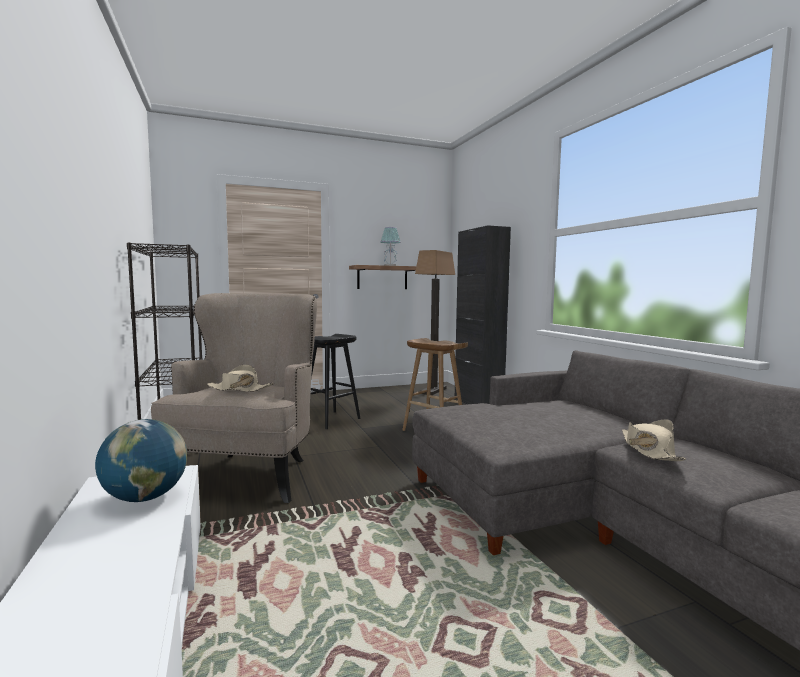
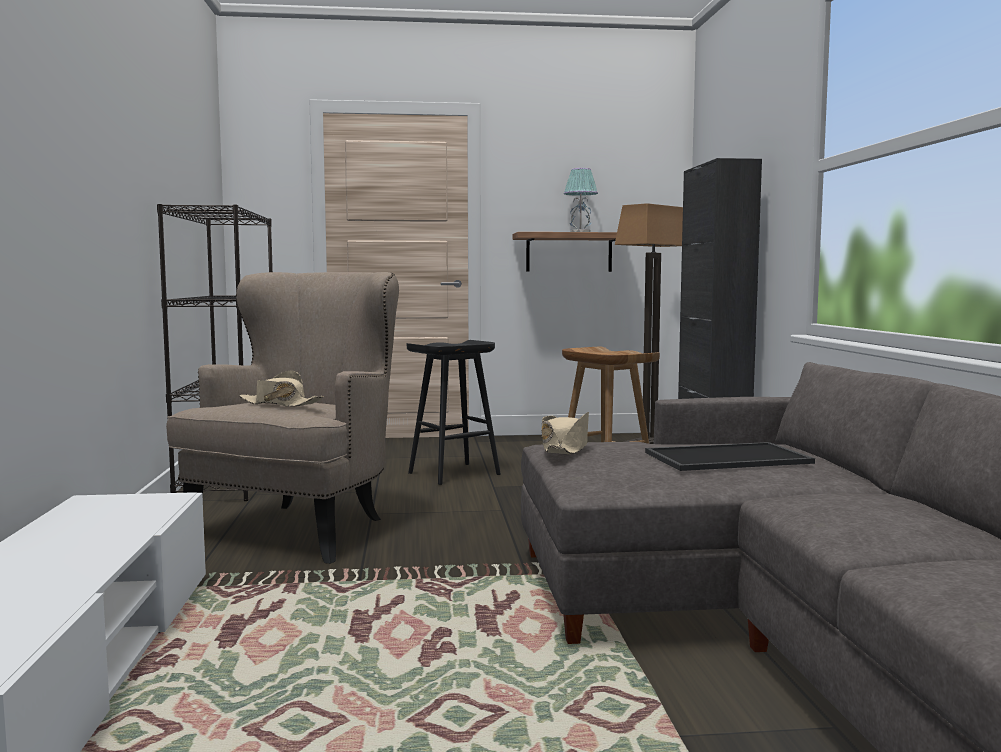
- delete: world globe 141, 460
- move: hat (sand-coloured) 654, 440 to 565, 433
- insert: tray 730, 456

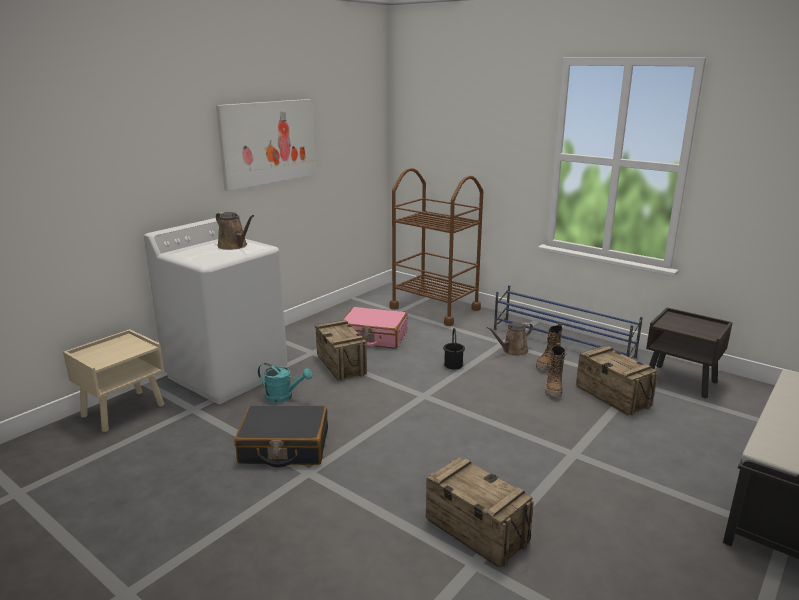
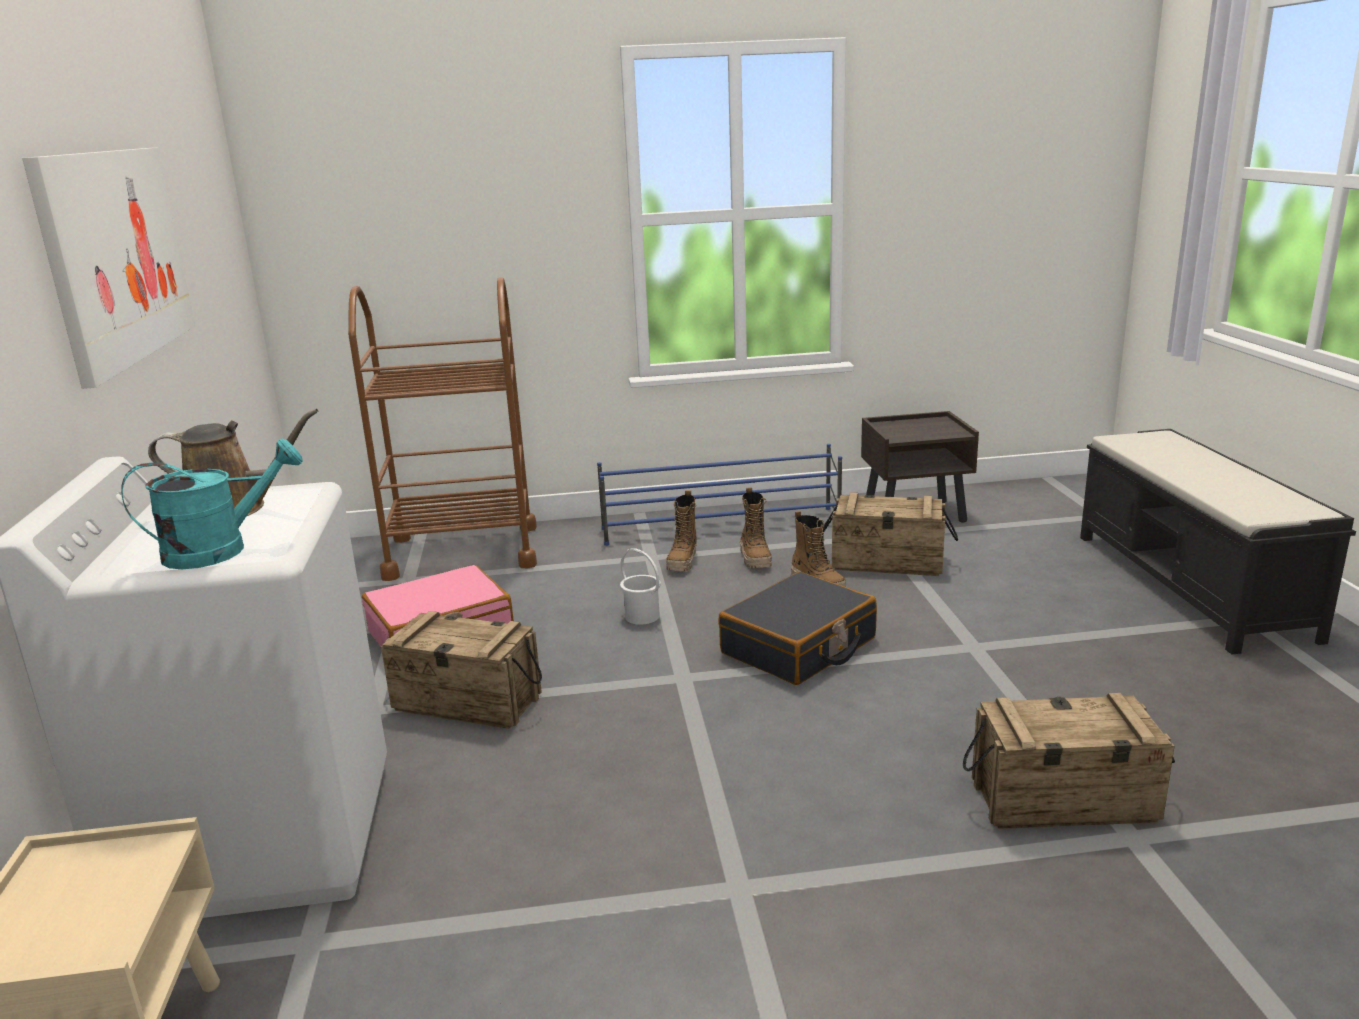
- move: piece of luggage (black) 281, 436 to 797, 628
- move: watering can (turquoise-coloured) 285, 383 to 212, 504
- recolor: water bucket (black) 454, 348 to water bucket (whitish) 640, 586
- replace: watering can (brown-coloured) 510, 338 to tall boot 681, 530

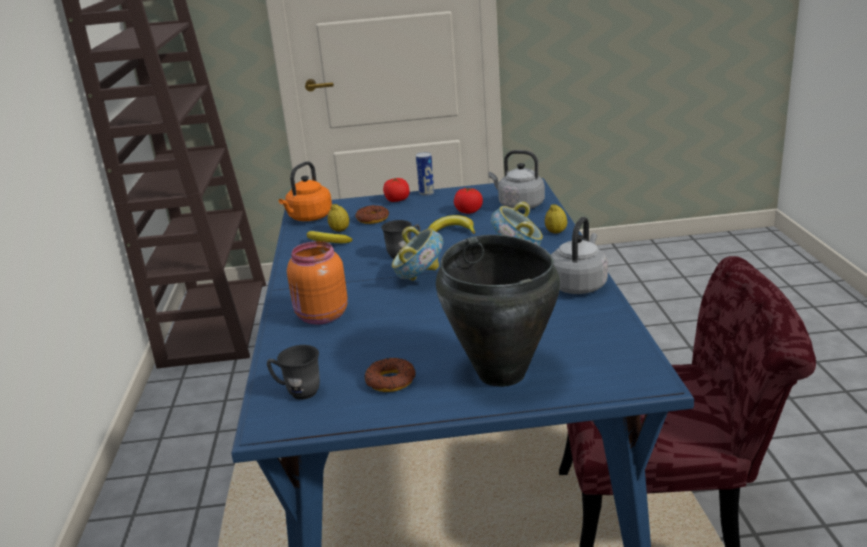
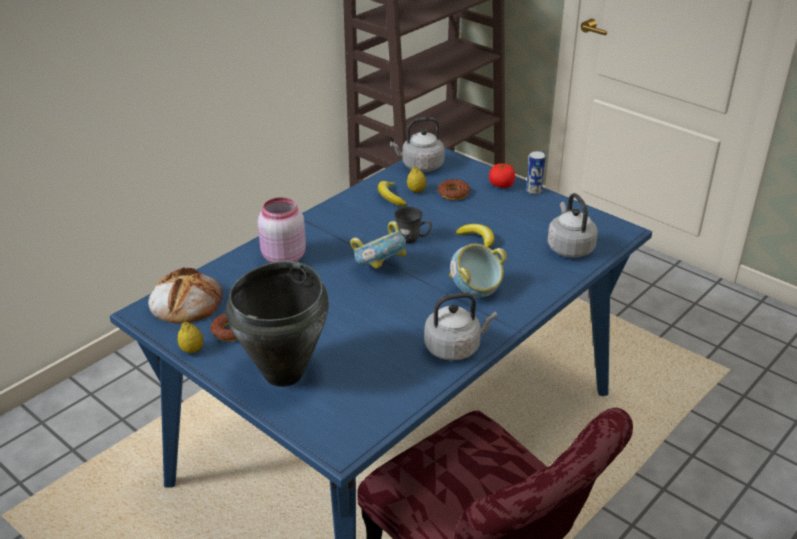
- replace: coffee mug (greyish) 293, 372 to bakery bread 185, 295
- recolor: kettle (orange-coloured) 305, 191 to kettle (greyish) 417, 144
- recolor: preserve jar (orange-coloured) 317, 282 to preserve jar (pinkish) 282, 230
- delete: whole tomato 468, 201
- move: lemon 556, 219 to 190, 337

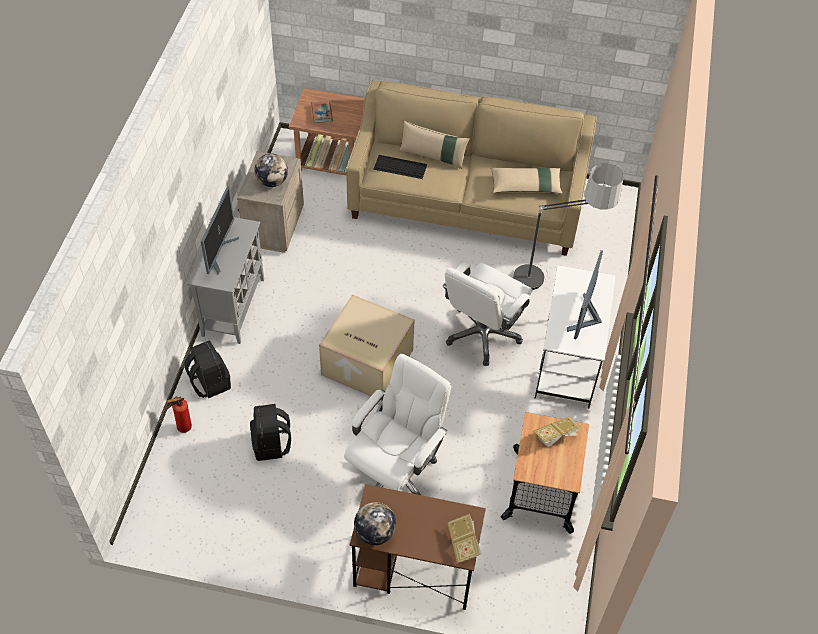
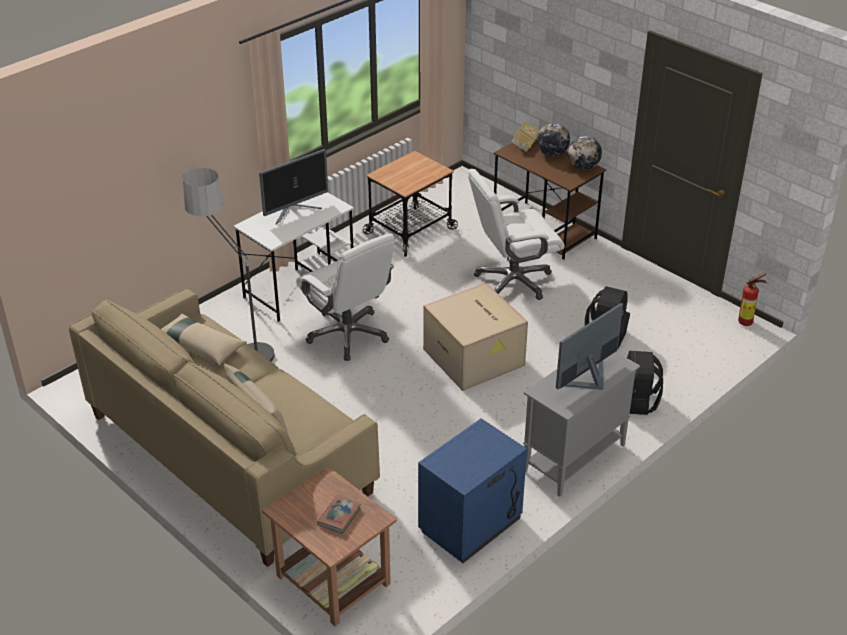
- move: fire-fighting cylinder 178, 414 to 752, 299
- recolor: bedside table (sand-coloured) 270, 202 to bedside table (bluish) 472, 490
- move: world globe 271, 170 to 553, 140
- delete: PC keyboard 400, 167
- rotate: computer chair (whitish) 488, 314 = 345, 297 75 degrees clockwise
- delete: volume 557, 432

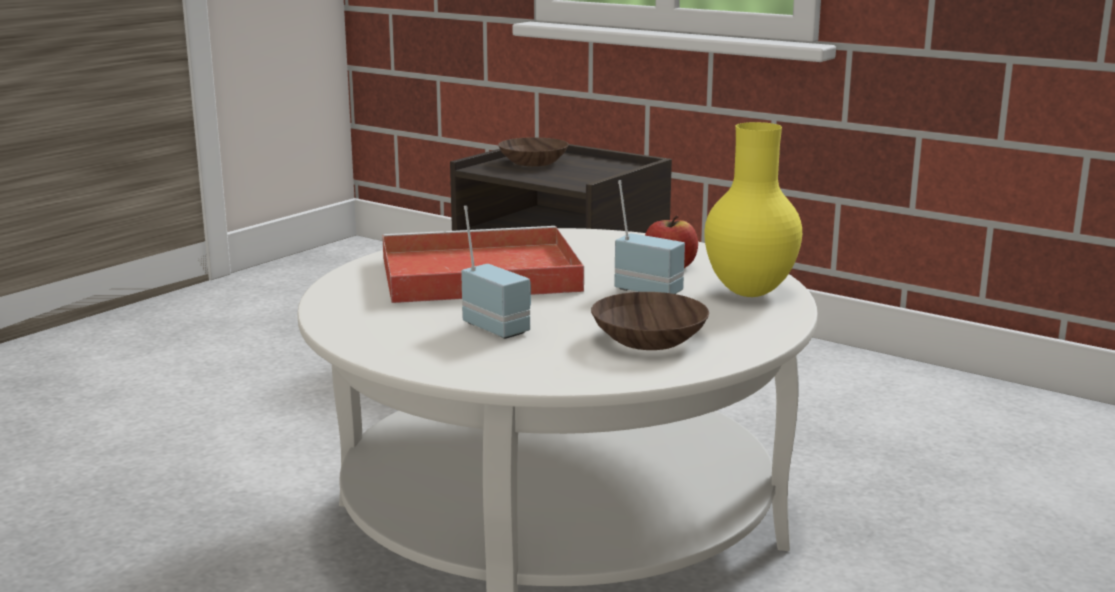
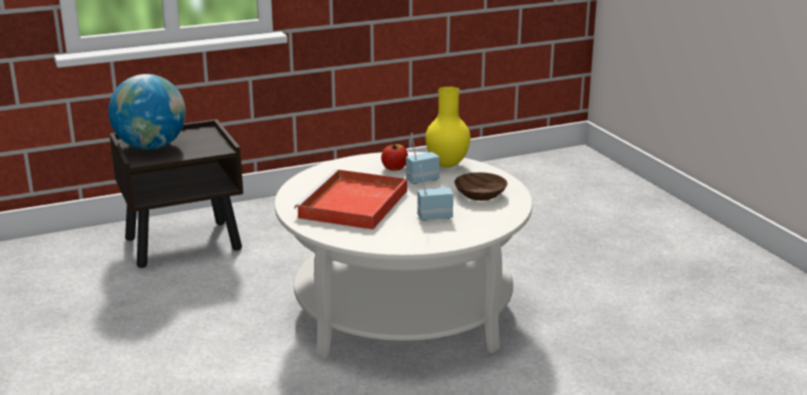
- replace: bowl (brown-coloured) 533, 151 to world globe 147, 112

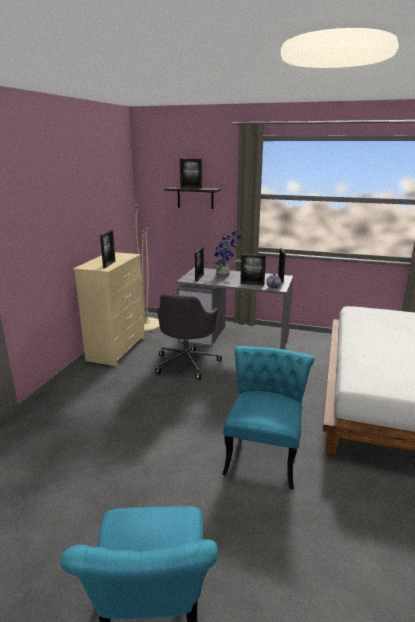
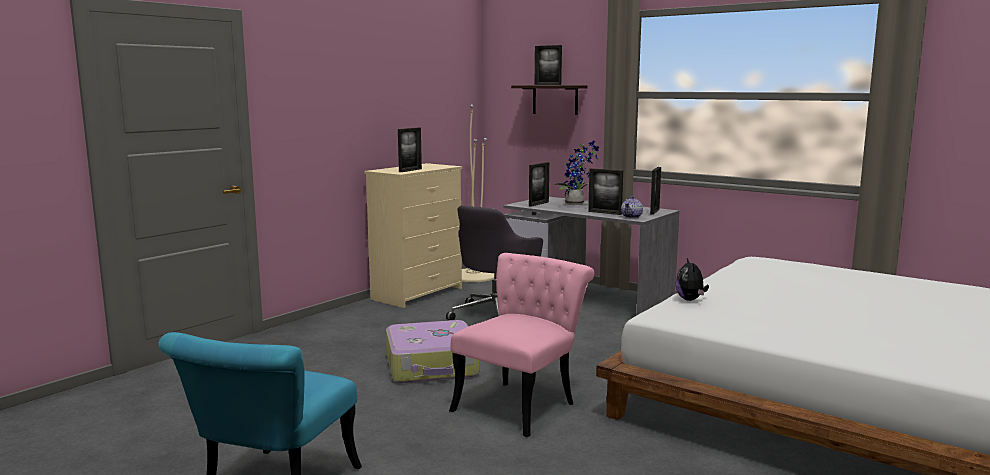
- recolor: chair (turquoise-coloured) 268, 417 to chair (pinkish) 522, 345
- insert: piece of luggage 433, 351
- insert: soft toy 692, 279

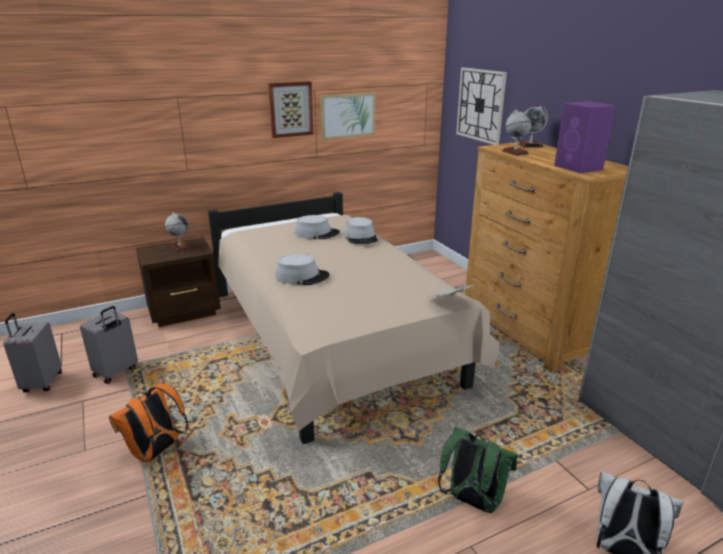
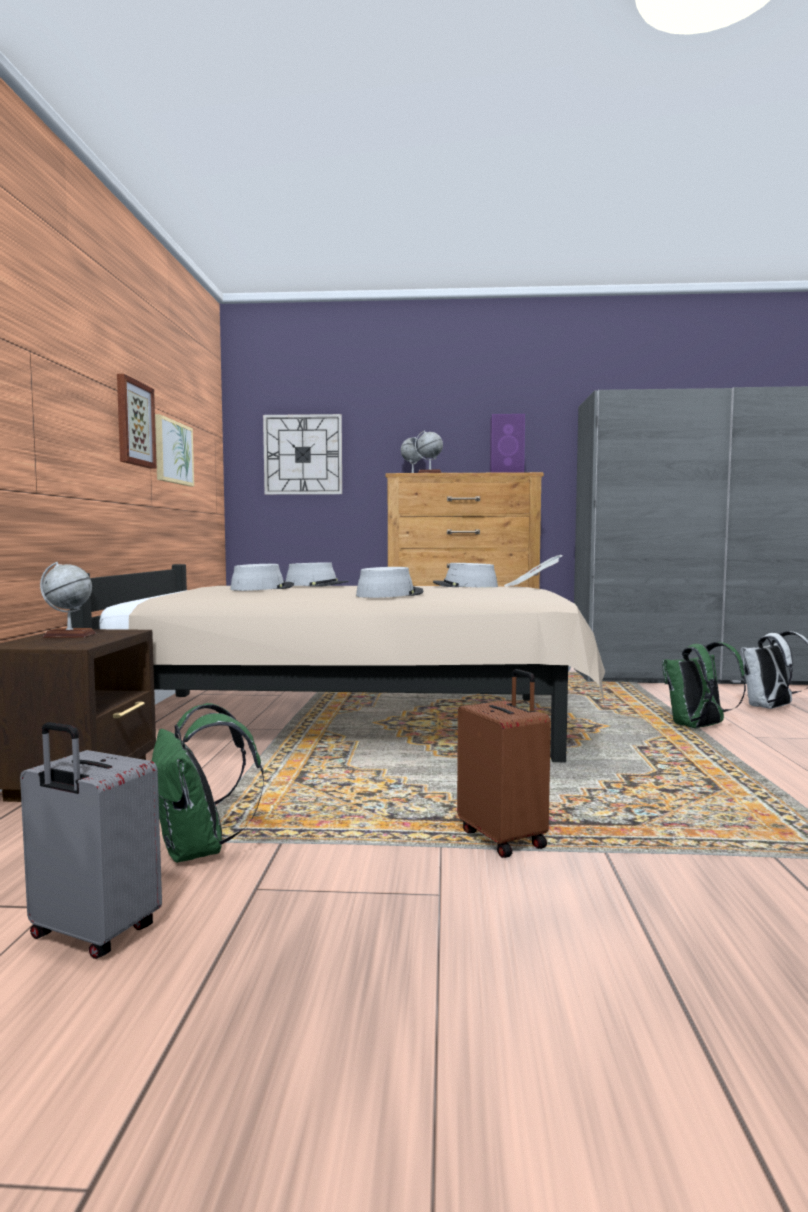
- replace: piece of luggage (greyish) 109, 345 to backpack (greenish) 208, 783
- replace: backpack (orange-coloured) 148, 422 to piece of luggage (brown-coloured) 504, 763
- insert: hat (greyish) 465, 575

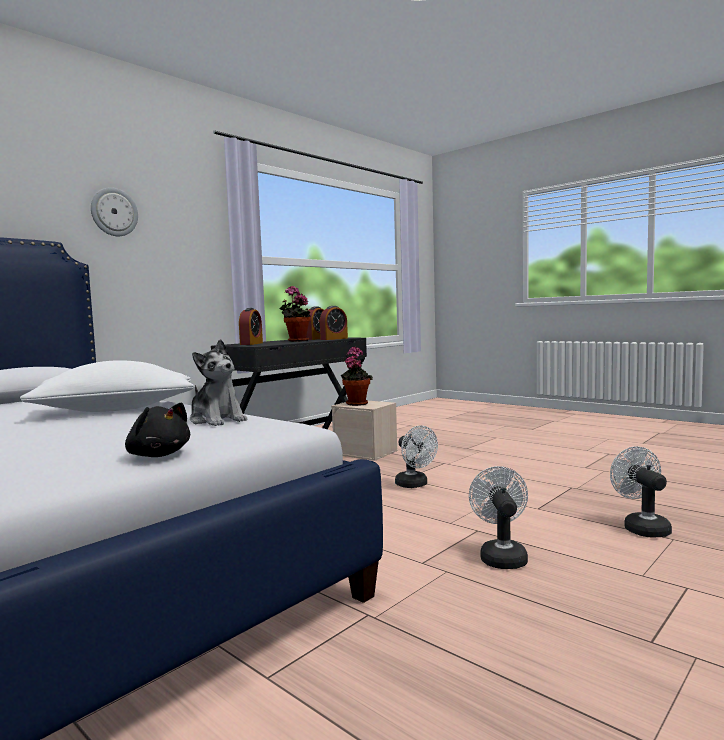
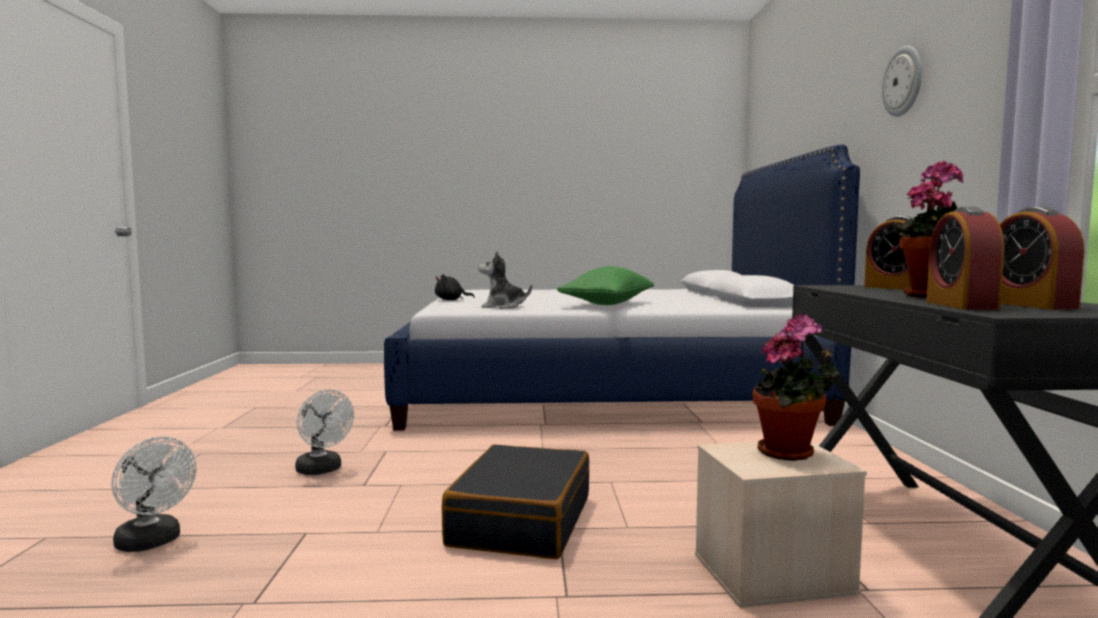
- recolor: cushion (whitish) 107, 386 to cushion (greenish) 605, 285
- replace: cooling fan (whitish) 416, 457 to piece of luggage (black) 515, 501

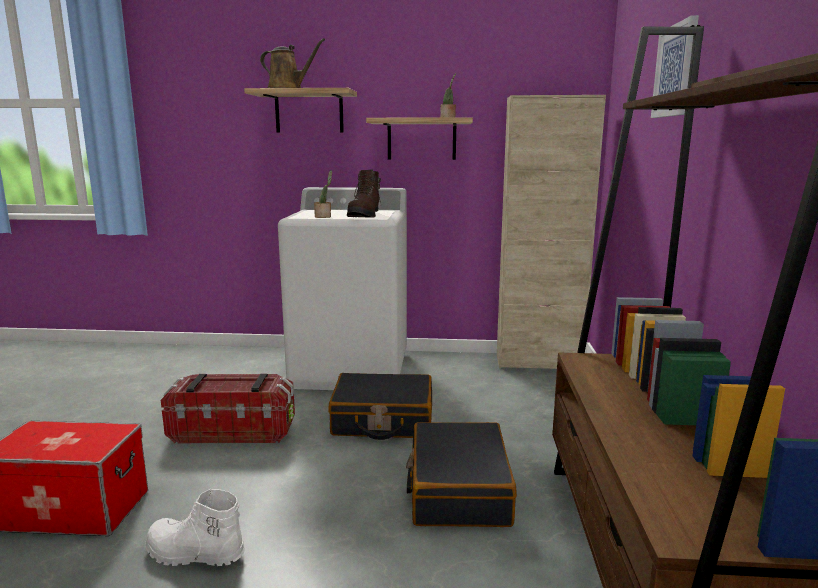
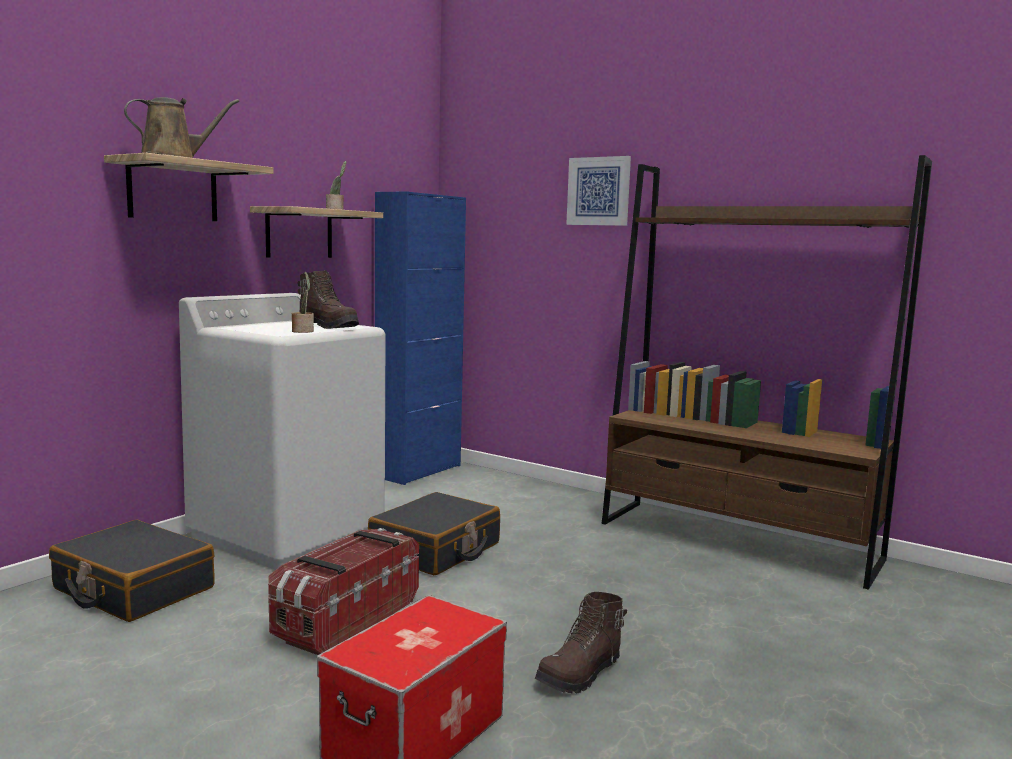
- recolor: tall boot (whitish) 195, 527 to tall boot (brown-coloured) 581, 642
- move: piece of luggage (black) 461, 474 to 132, 571
- recolor: cupboard (sand-coloured) 551, 232 to cupboard (bluish) 420, 338

